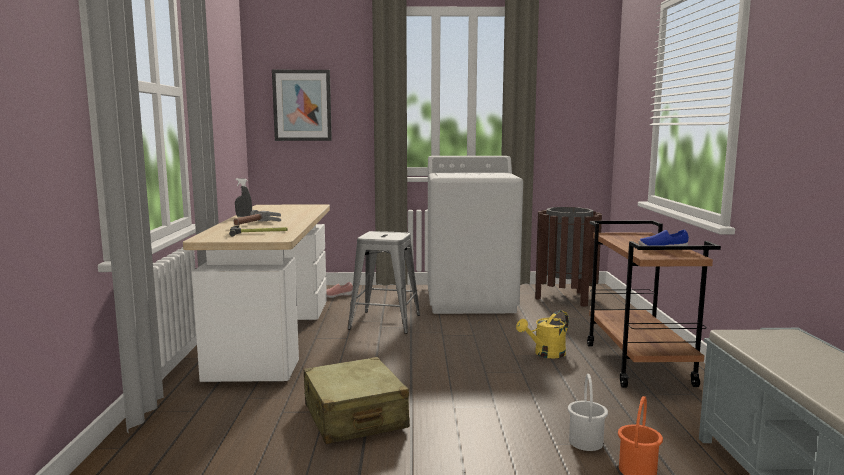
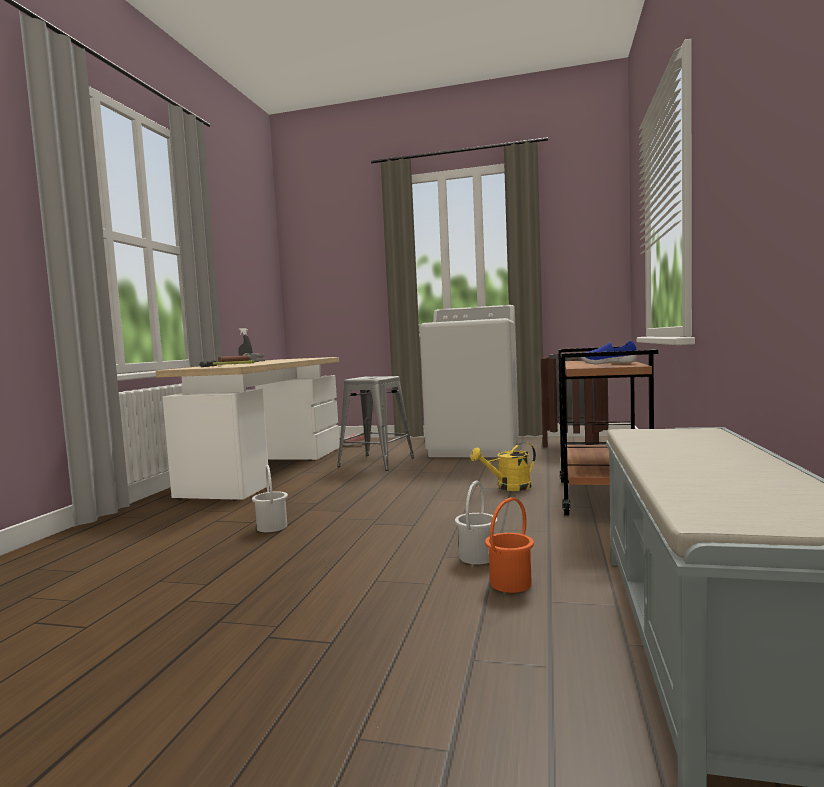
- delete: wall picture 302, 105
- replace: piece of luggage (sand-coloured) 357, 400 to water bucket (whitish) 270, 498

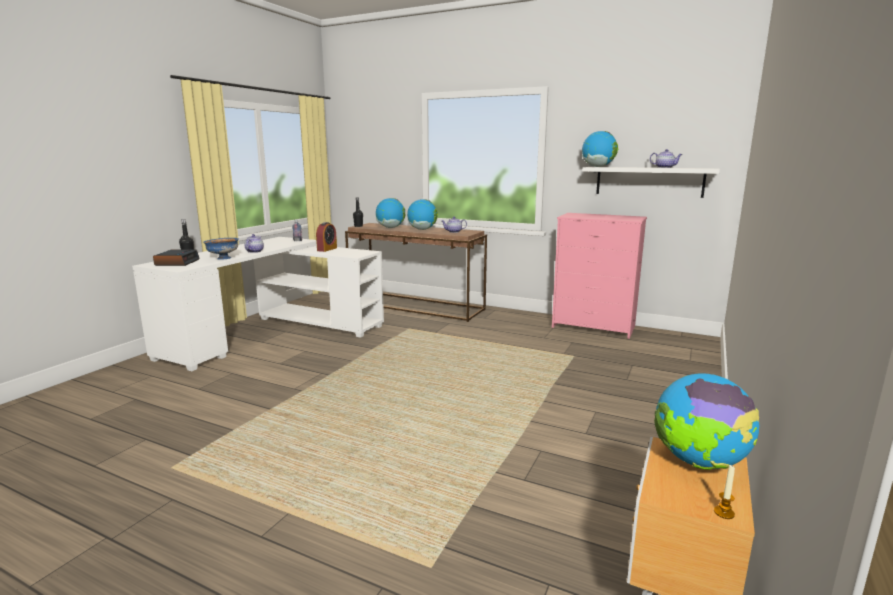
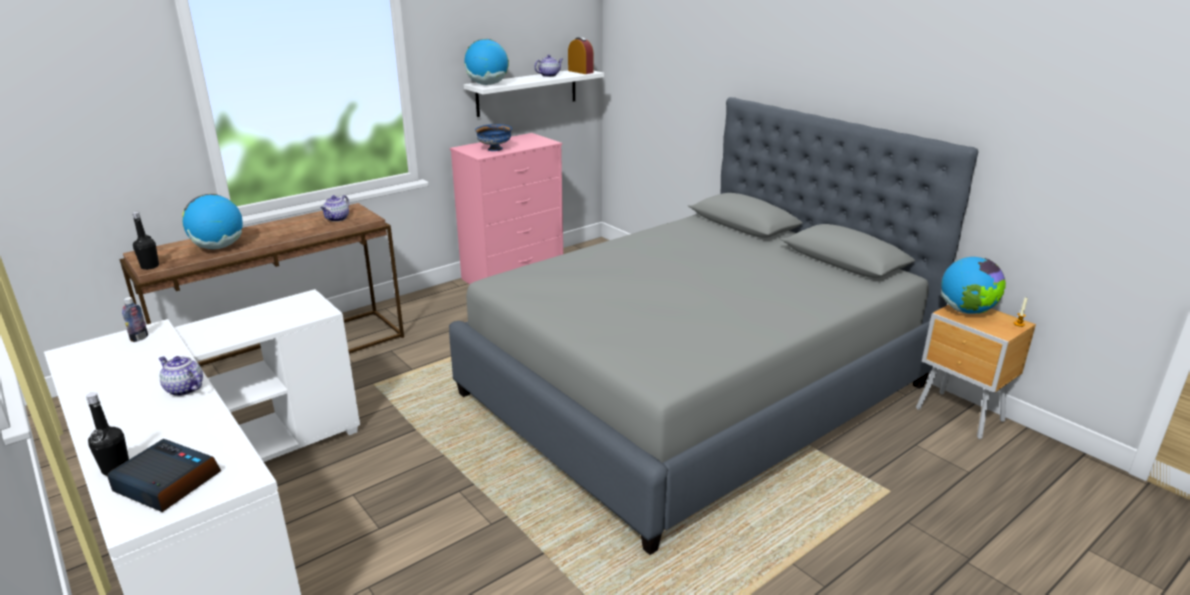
- move: bowl (bluish) 221, 249 to 493, 137
- move: bedside clock 326, 237 to 581, 55
- delete: world globe 422, 214
- insert: bedroom bed (greyish) 713, 326

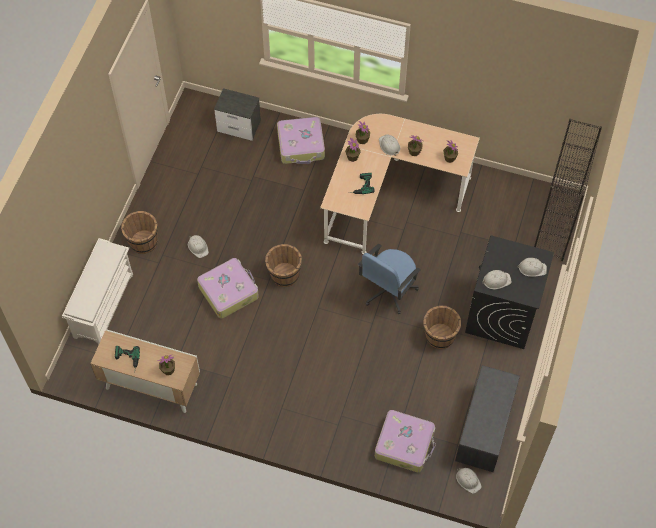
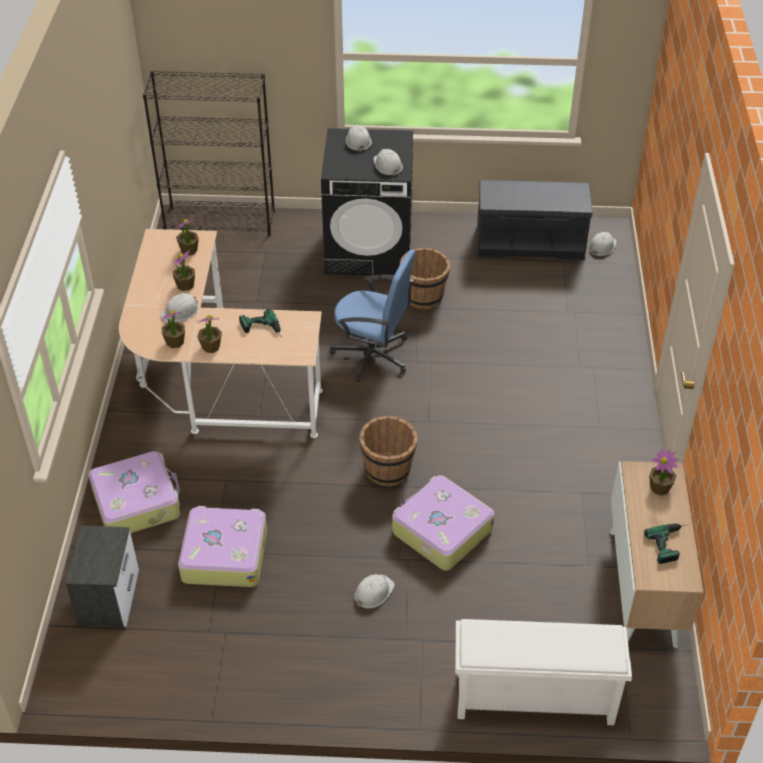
- delete: water bucket (brown-coloured) 139, 232
- move: piece of luggage 405, 441 to 222, 546

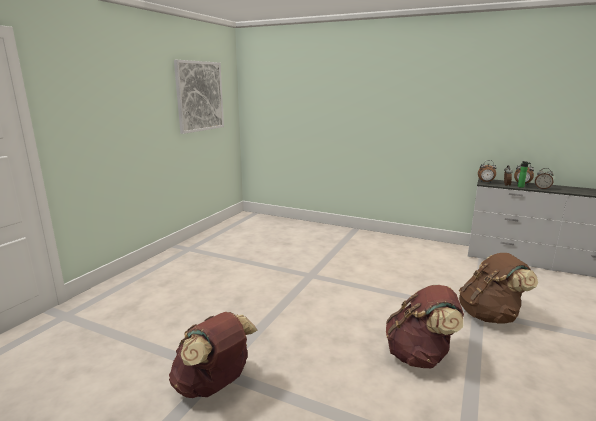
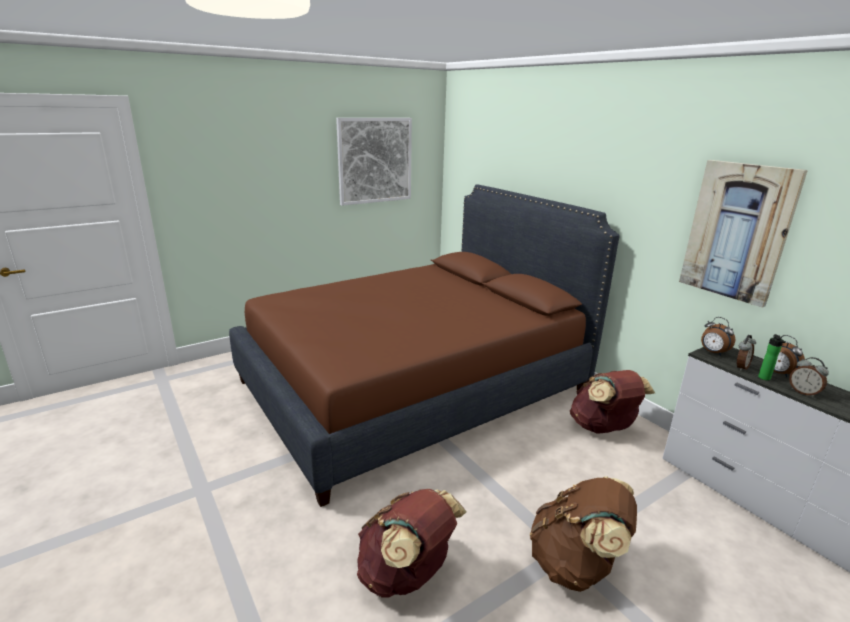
- move: backpack (brown-coloured) 213, 355 to 612, 402
- insert: bedroom bed (brown-coloured) 424, 345
- insert: wall picture 743, 234

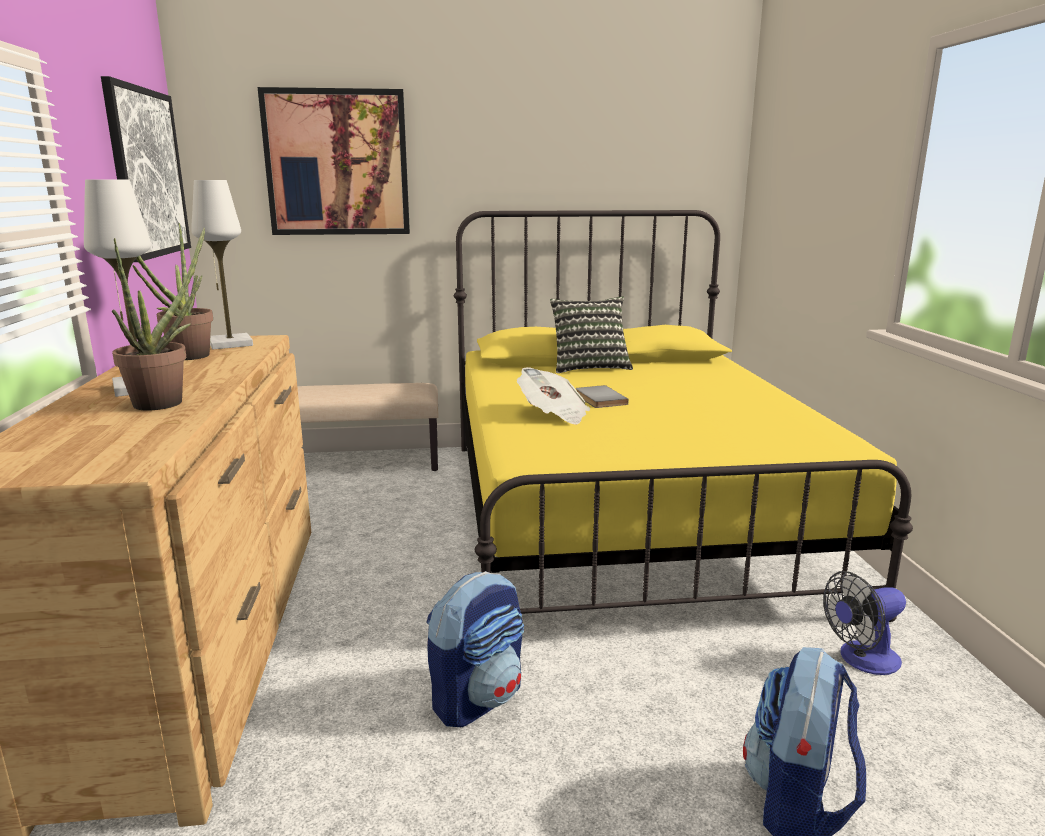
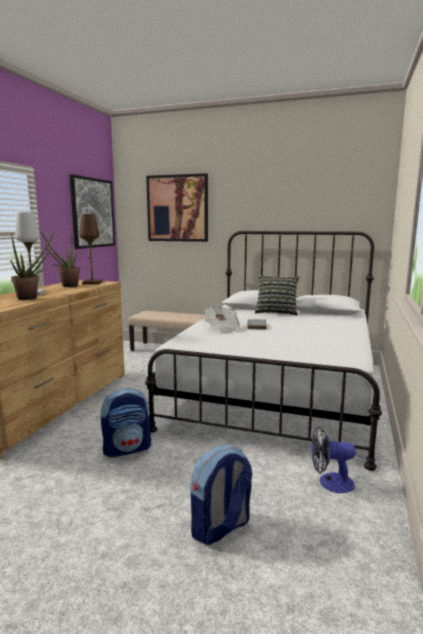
- recolor: tabletop lamp (whitish) 222, 264 to tabletop lamp (brown-coloured) 90, 249
- recolor: bedroom bed (yellow-coloured) 683, 416 to bedroom bed (whitish) 263, 351

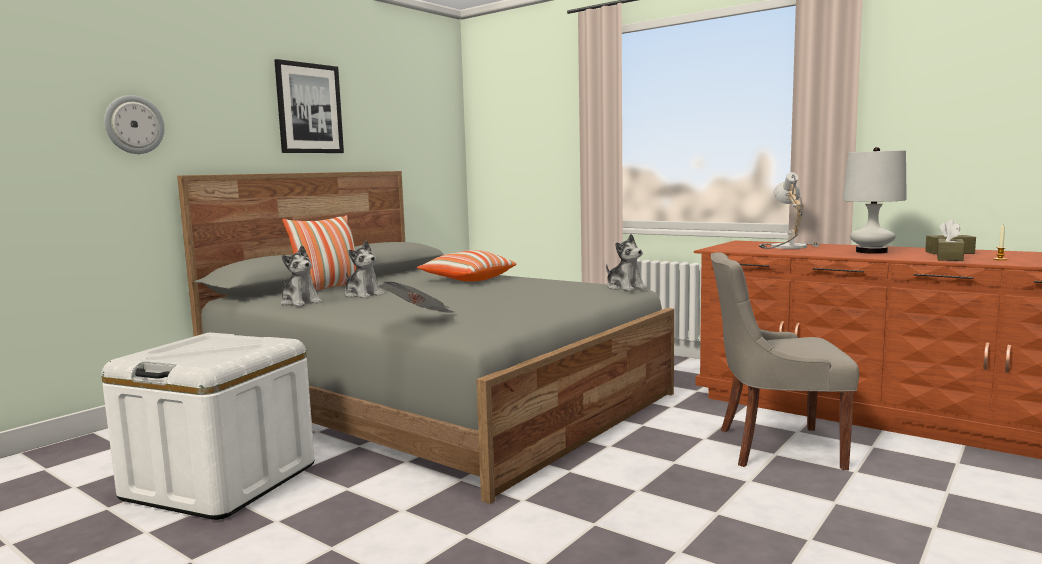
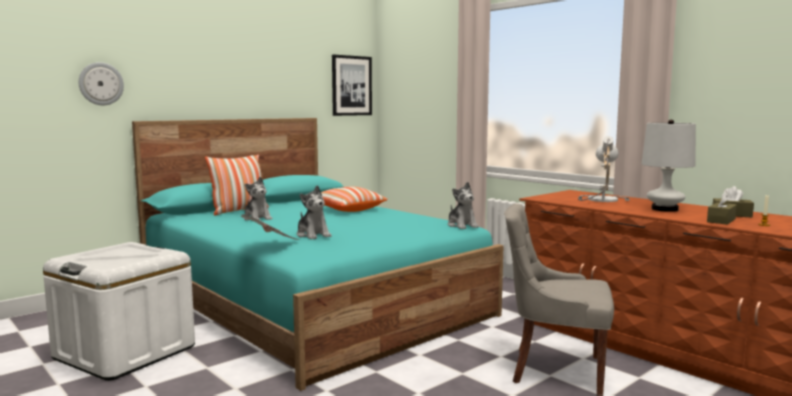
- recolor: bedroom bed (greyish) 425, 337 to bedroom bed (turquoise-coloured) 317, 254
- move: wall picture 309, 106 to 352, 85
- move: soft toy 301, 276 to 314, 213

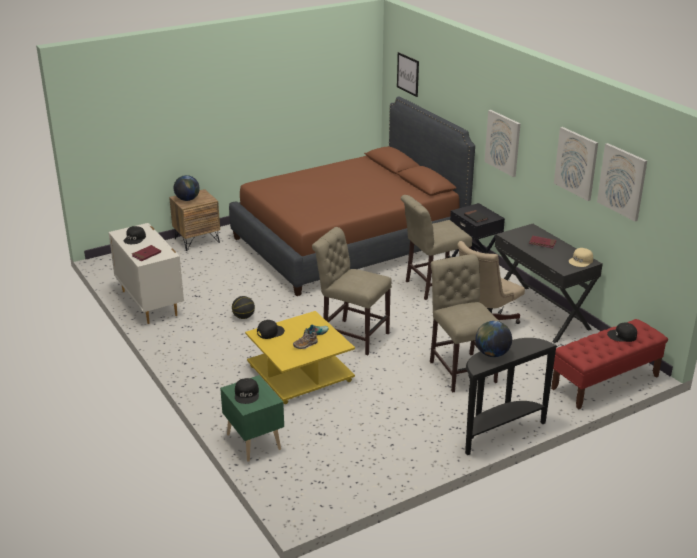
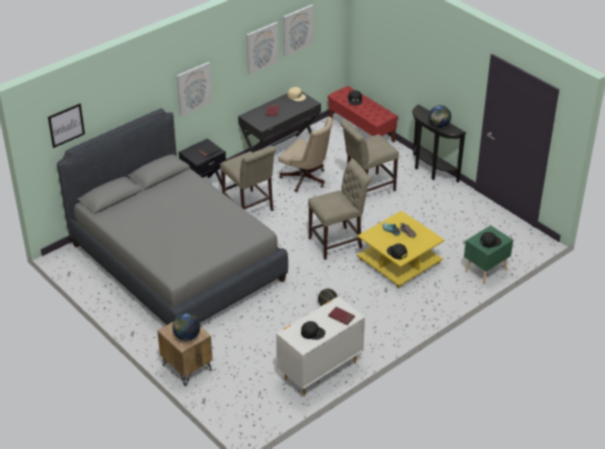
- recolor: bedroom bed (brown-coloured) 352, 196 to bedroom bed (greyish) 172, 216
- rotate: chair (sand-coloured) 352, 291 = 340, 210 135 degrees counterclockwise

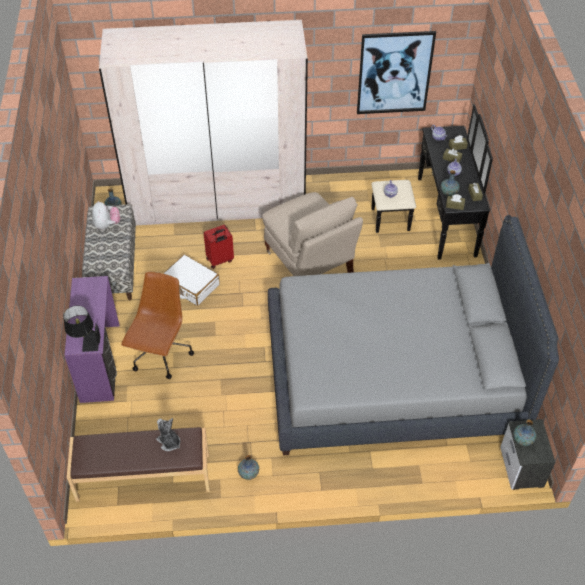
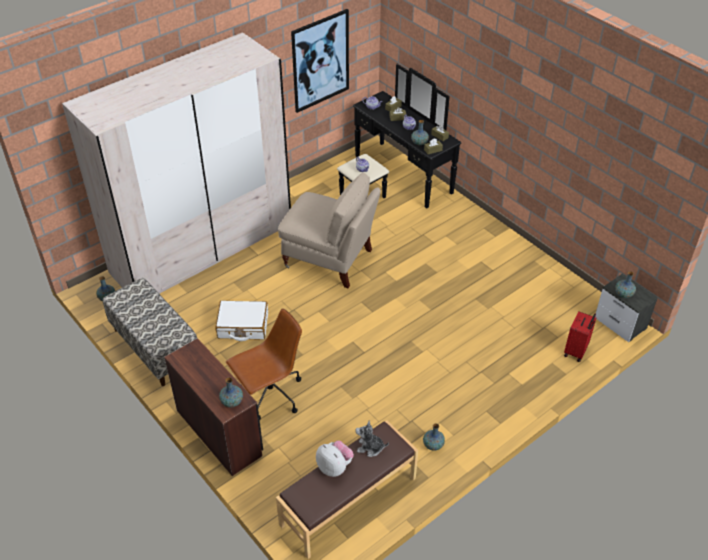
- recolor: desk unit (purplish) 92, 339 to desk unit (brown-coloured) 213, 407
- replace: tabletop lamp (black) 82, 329 to decorative vase 231, 392
- move: soft toy 106, 215 to 335, 459
- rotate: computer chair (brown-coloured) 157, 325 = 264, 364 75 degrees clockwise
- move: piece of luggage (red) 219, 247 to 580, 337
- delete: bedroom bed (greyish) 413, 335

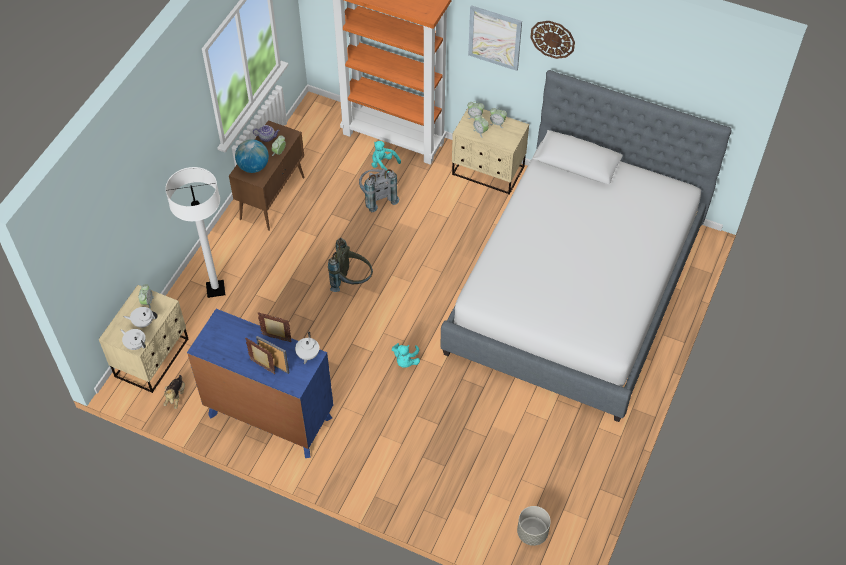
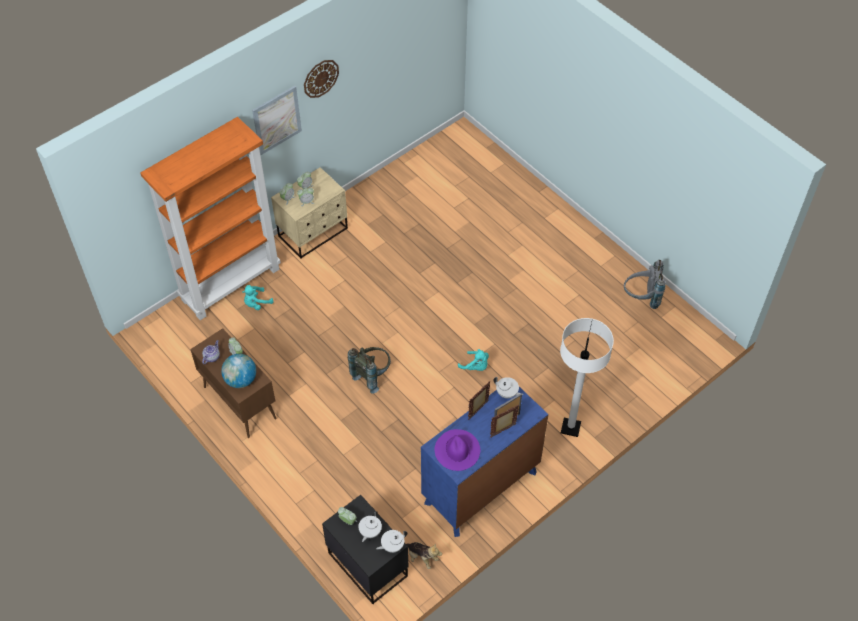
- recolor: bedside table (sand-coloured) 143, 339 to bedside table (black) 365, 549
- move: standing lamp (whitish) 195, 232 to 587, 377
- move: backpack (greyish) 379, 190 to 645, 284
- delete: bedroom bed 586, 246
- delete: planter (greyish) 534, 526
- insert: hat (purplish) 457, 450

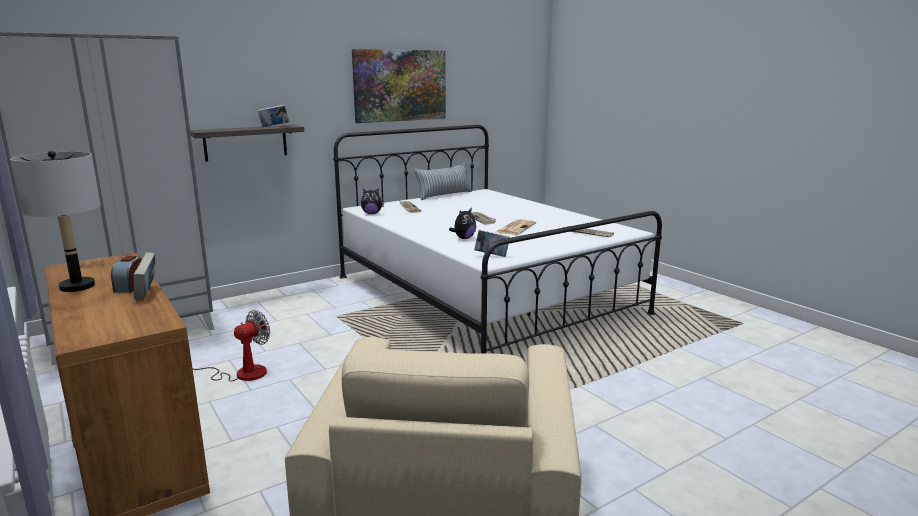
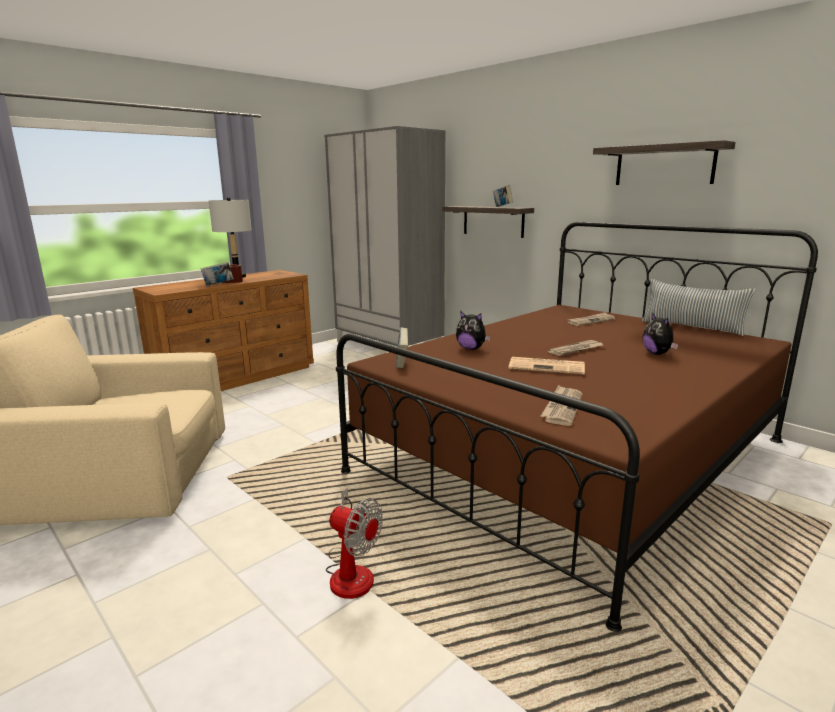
- move: cooling fan 231, 346 to 354, 543
- recolor: bedroom bed (whitish) 497, 239 to bedroom bed (brown-coloured) 577, 426
- replace: wall picture 399, 86 to shelf 664, 162
- move: soft toy 372, 201 to 660, 334

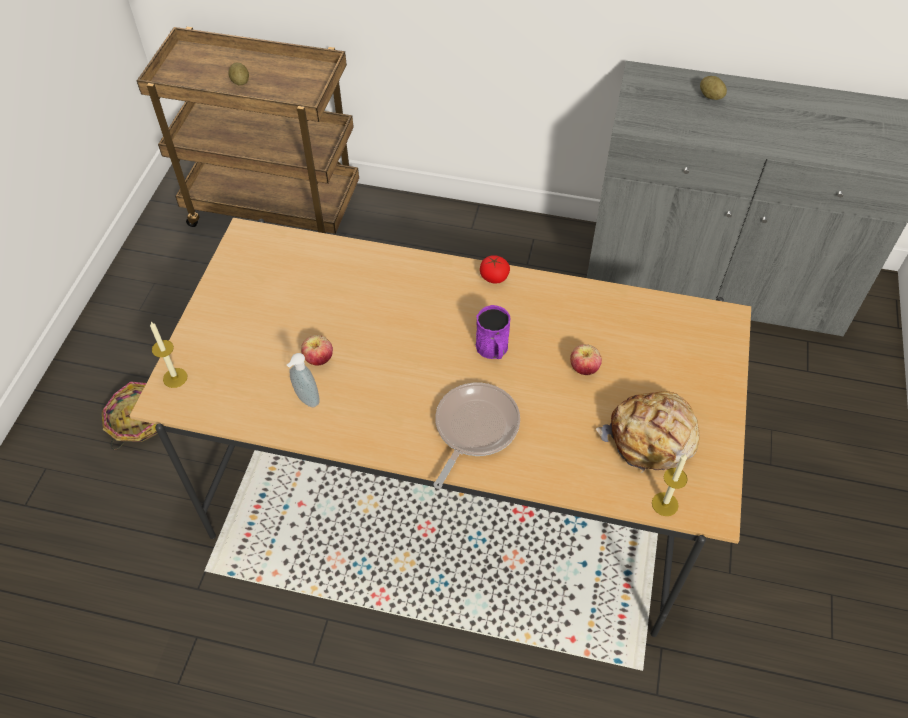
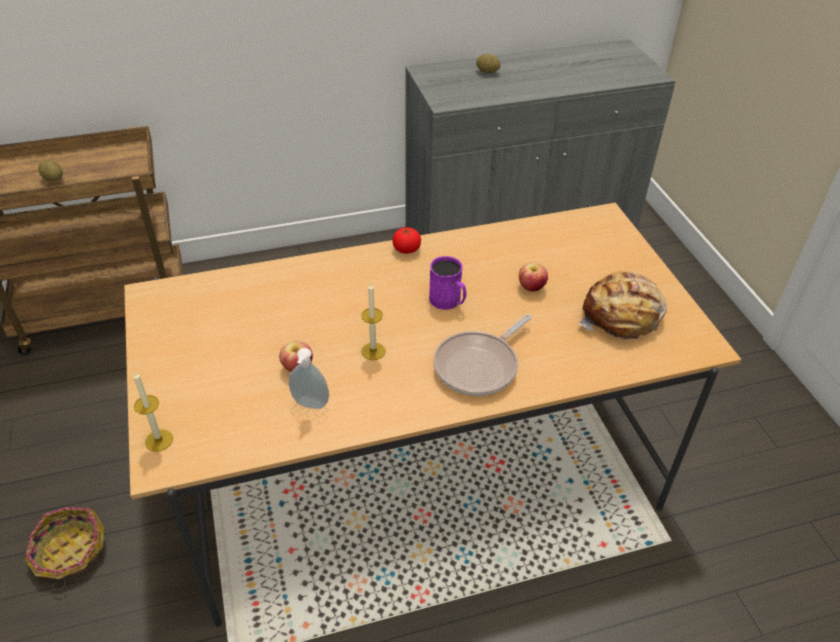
- rotate: pan 477, 435 = 483, 355 135 degrees counterclockwise
- move: wax candle 670, 485 to 373, 321

